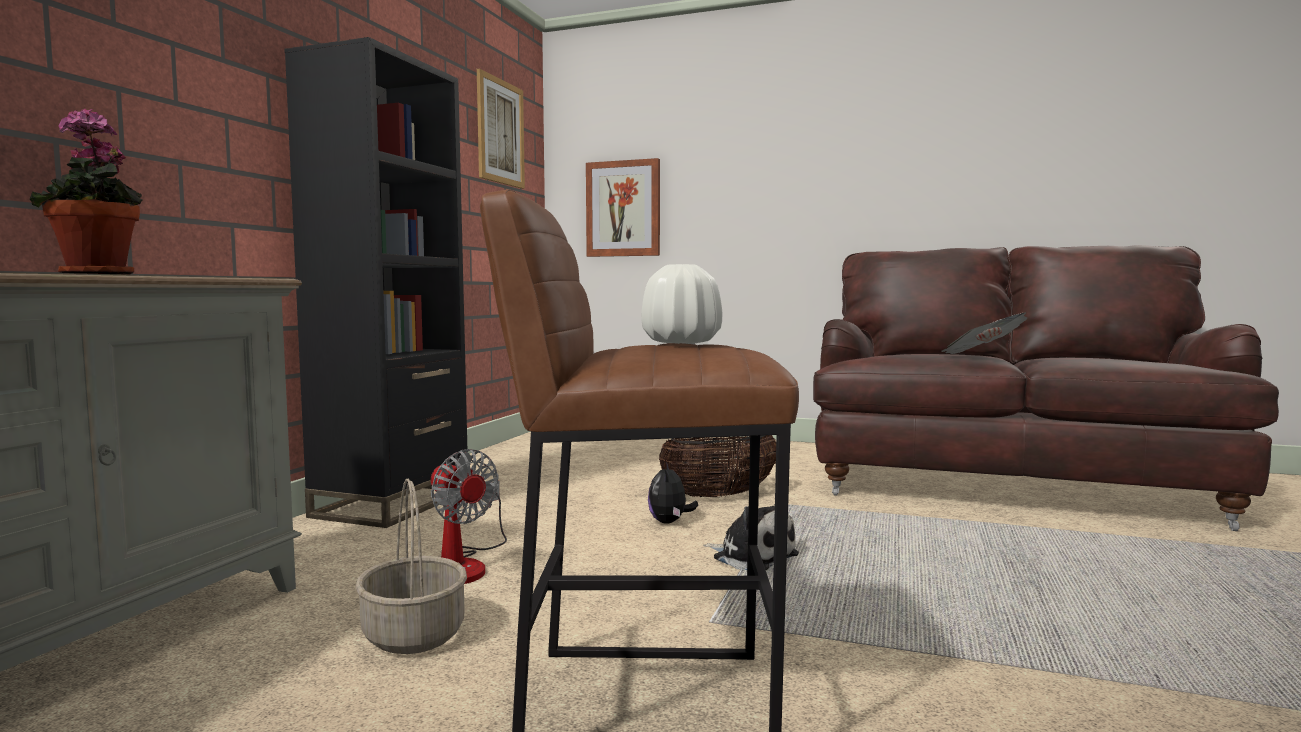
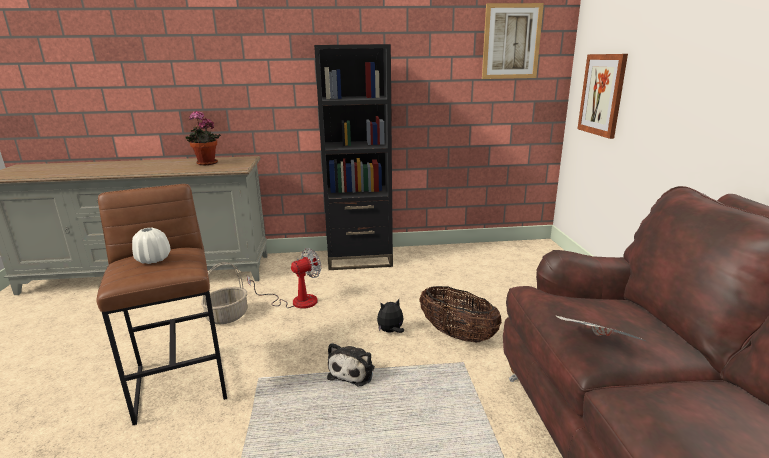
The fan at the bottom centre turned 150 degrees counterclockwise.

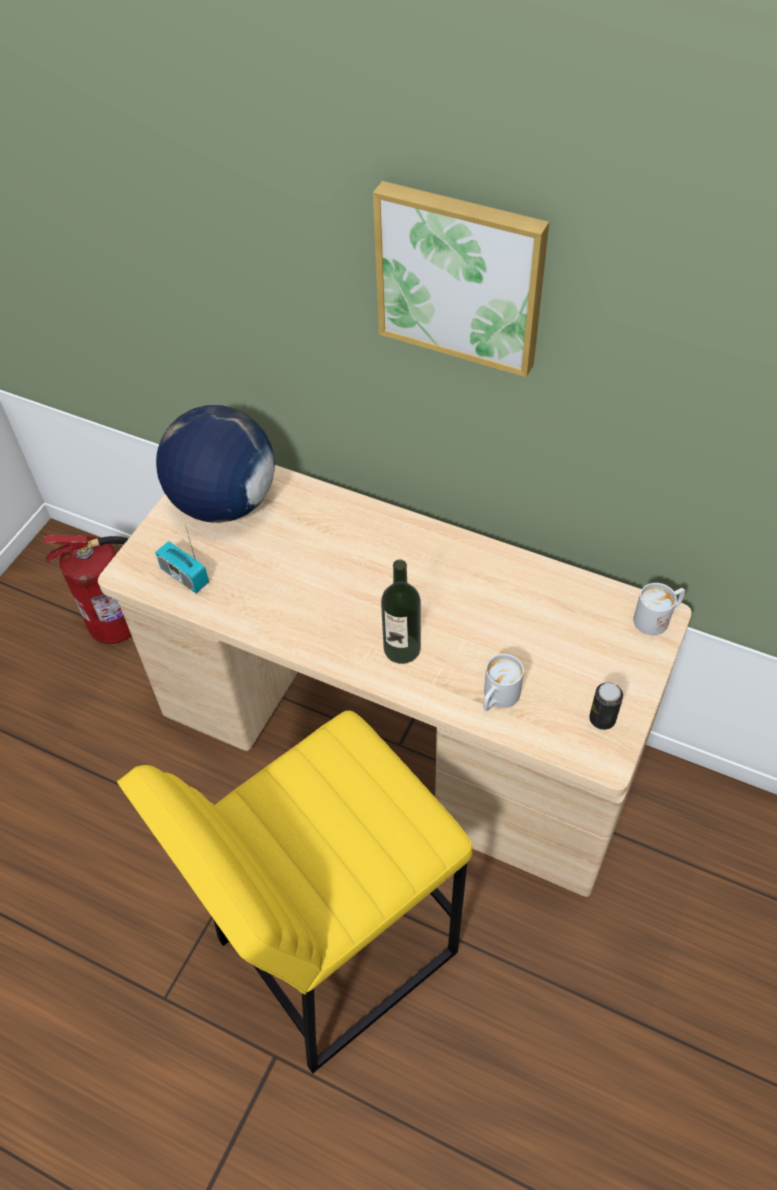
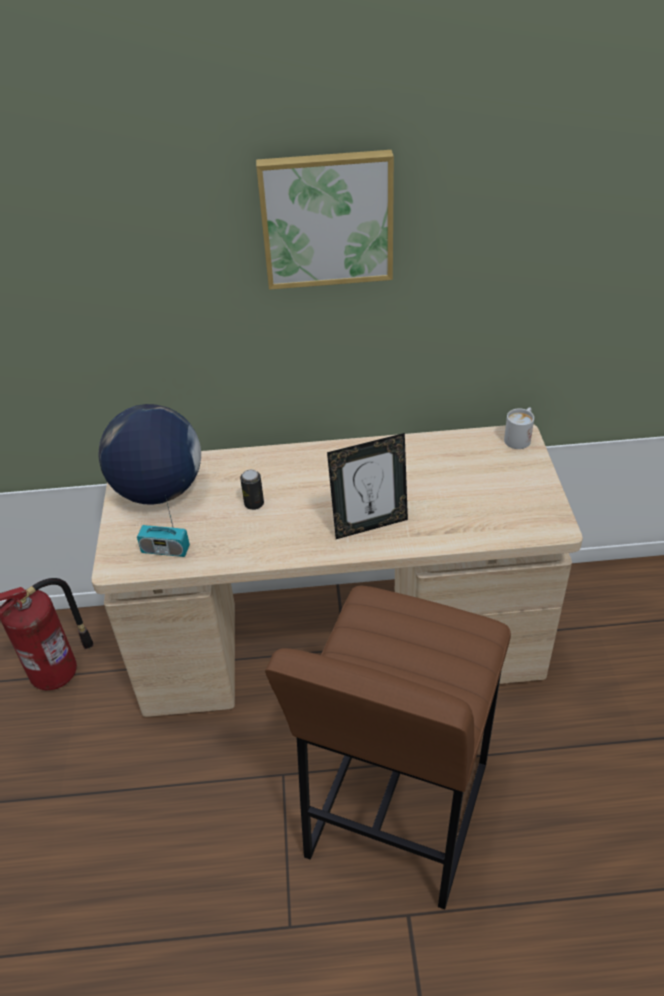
The yellow stool at the bottom centre became the brown stool at the bottom centre. The bottle at the centre was replaced by the picture frame at the centre. The white mug (no. 1 from left) at the centre disappeared. The can moved from the middle right to the centre.

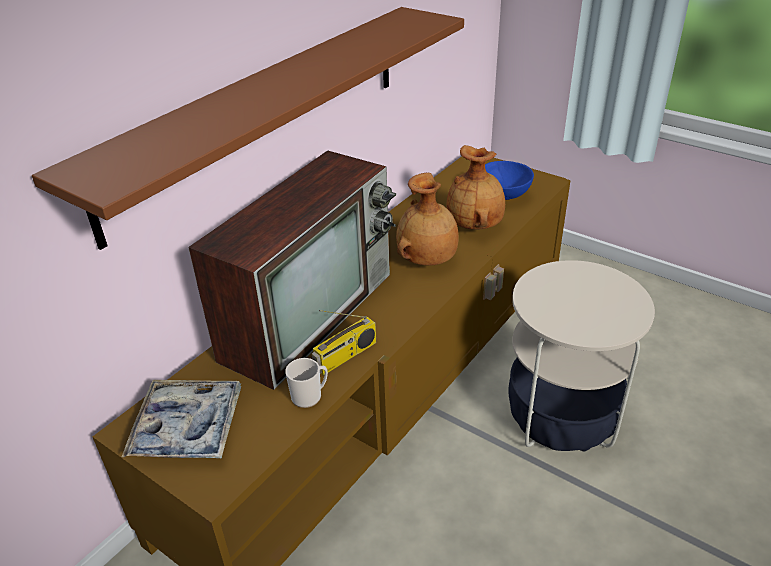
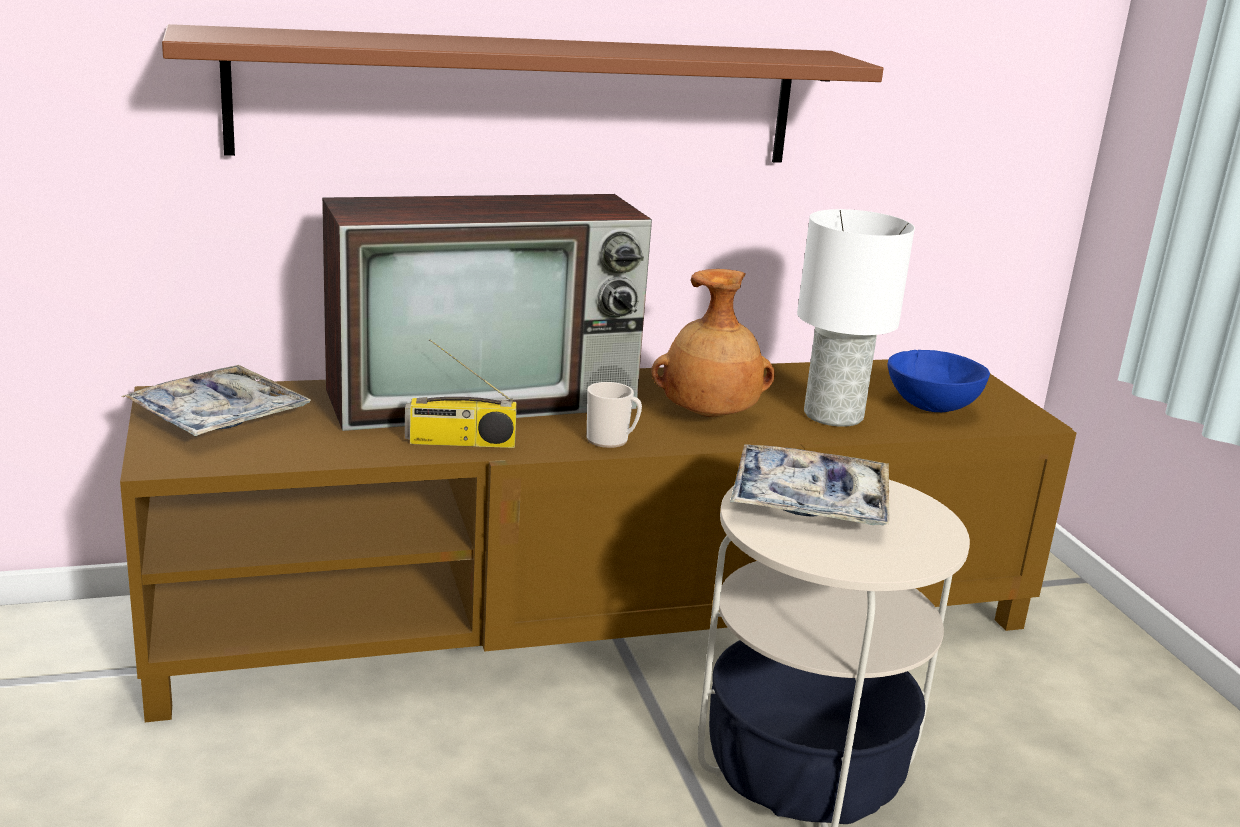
The mug moved from the bottom centre to the centre. The brown vase (no. 2 from left) at the top centre was replaced by the white table lamp at the middle right. The tray (no. 2 from left) at the centre appeared.

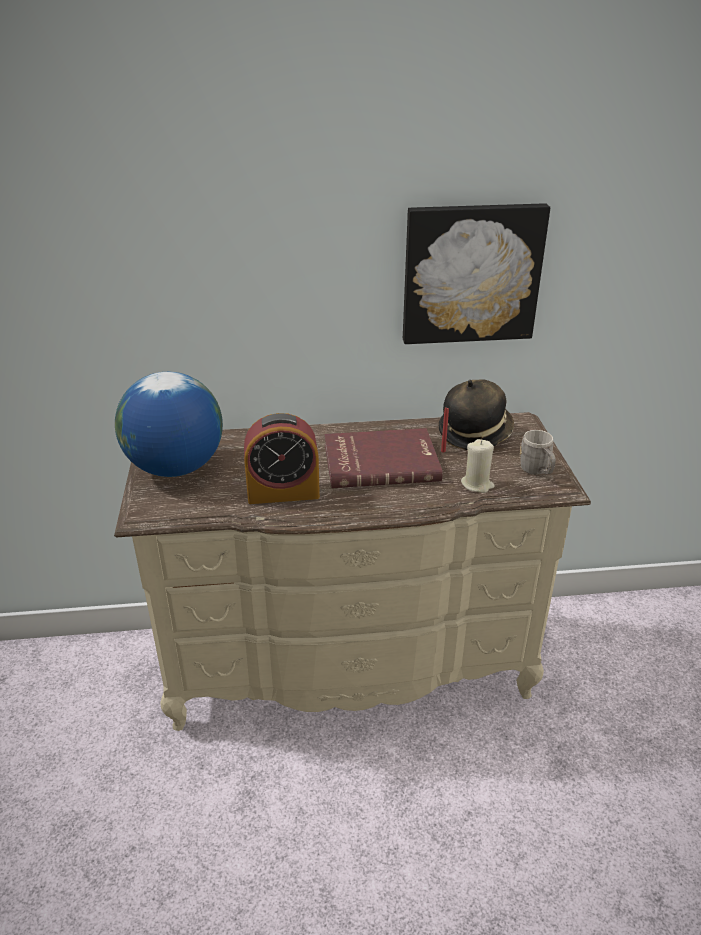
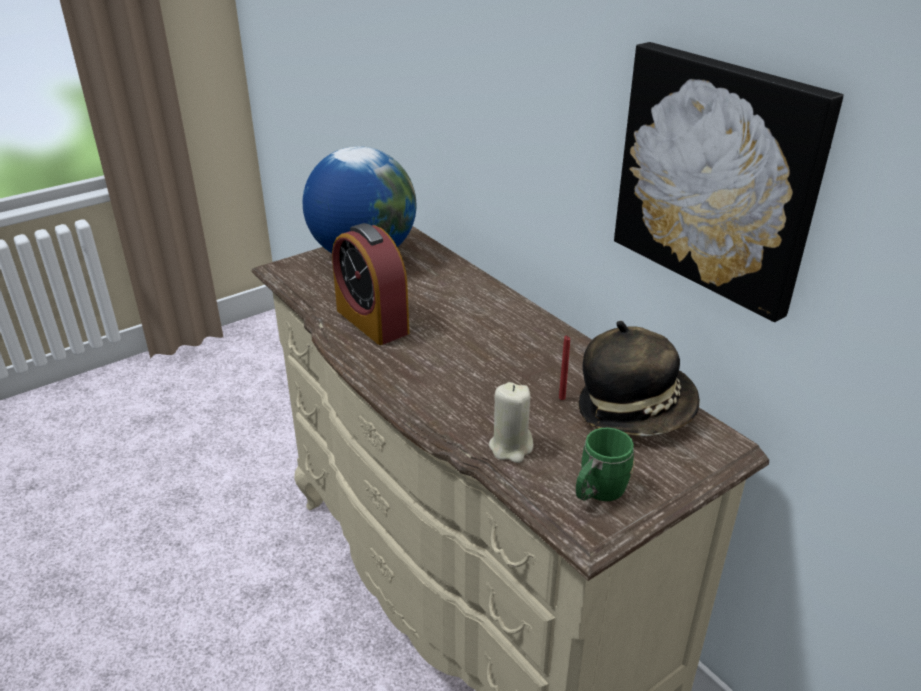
The red book at the centre disappeared. The grey mug at the middle right became the green mug at the bottom centre.

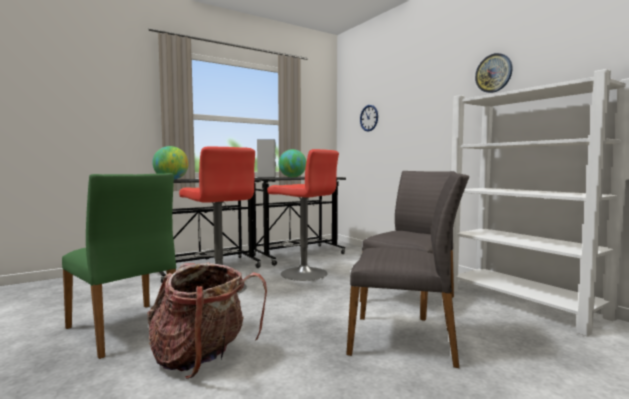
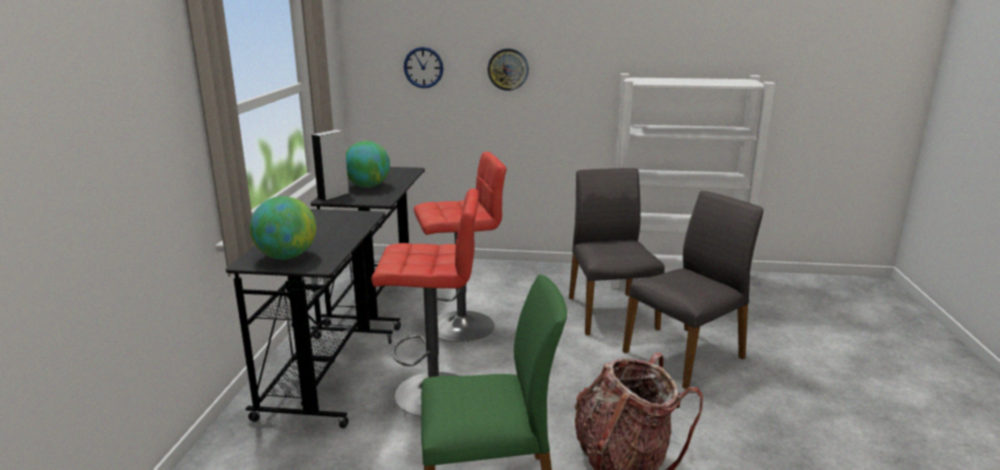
The wall clock (no. 2 from left) moved from the top right to the top centre.

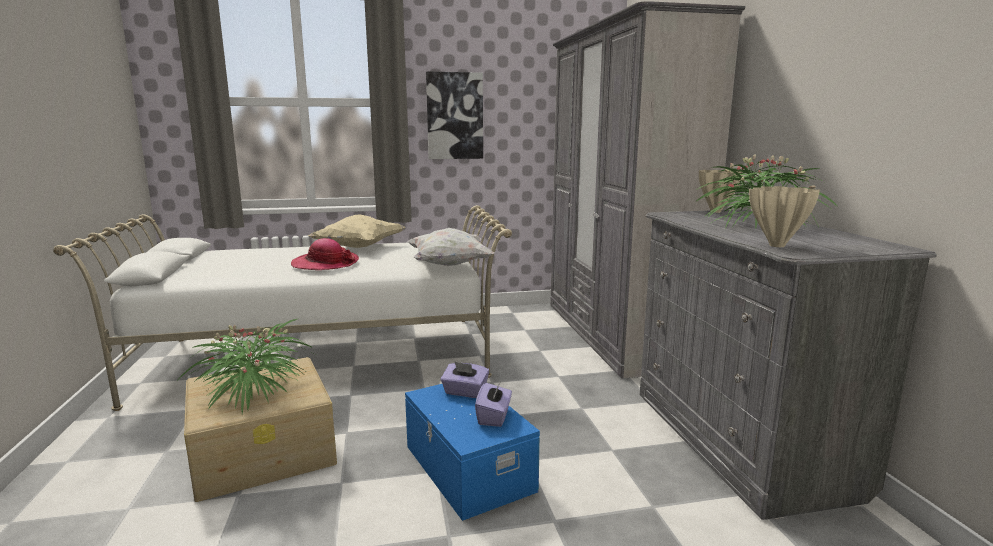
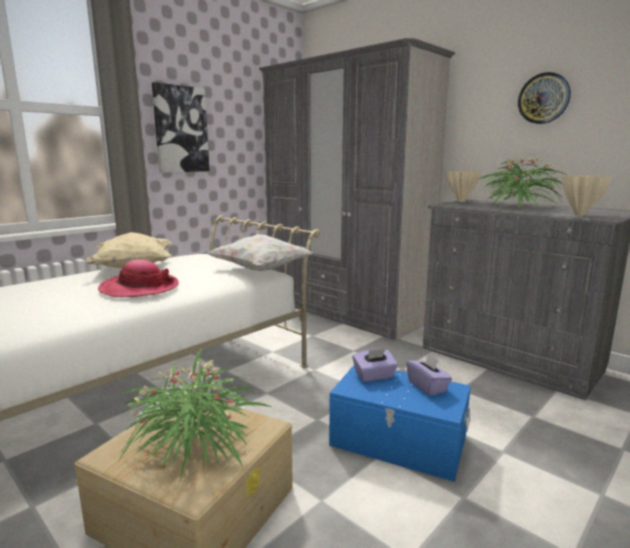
The wall clock at the top right appeared.

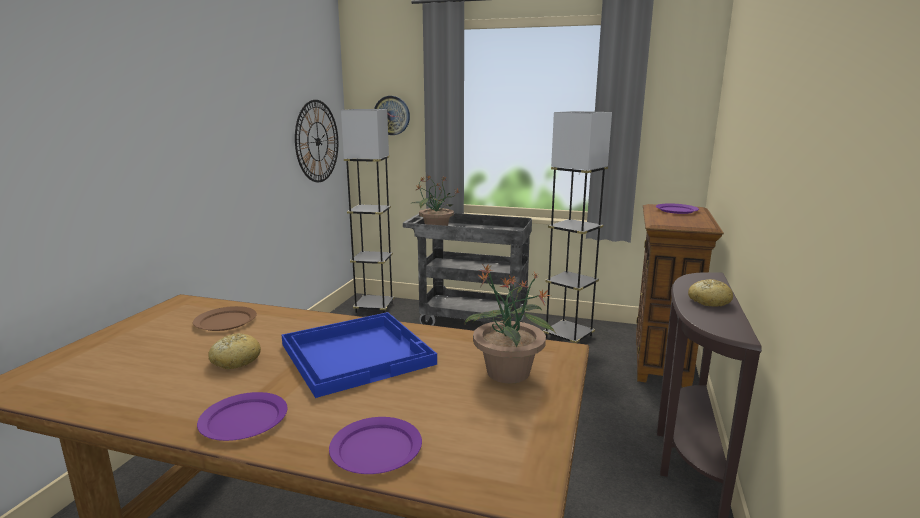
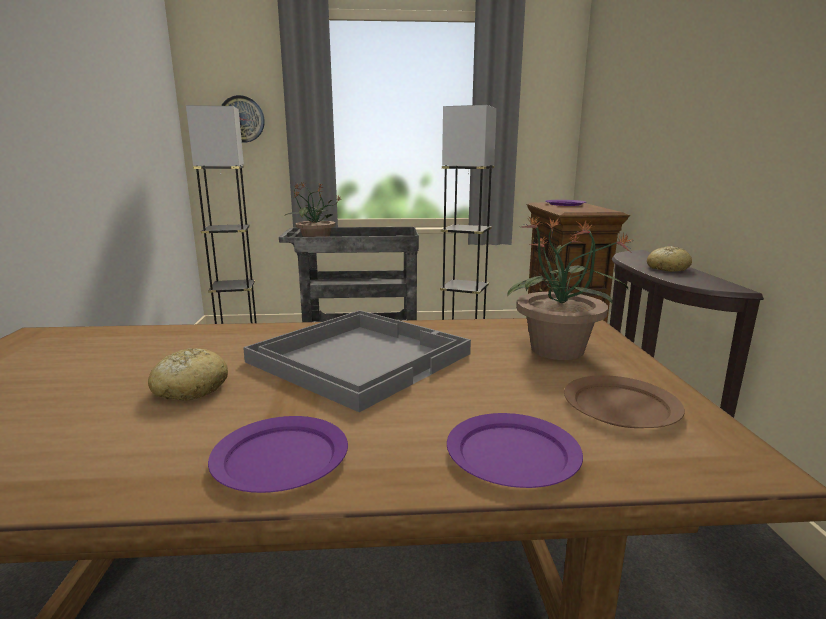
The brown plate moved from the middle left to the middle right. The blue tray at the bottom centre became the grey tray at the centre. The wall clock (no. 1 from left) at the top centre disappeared.

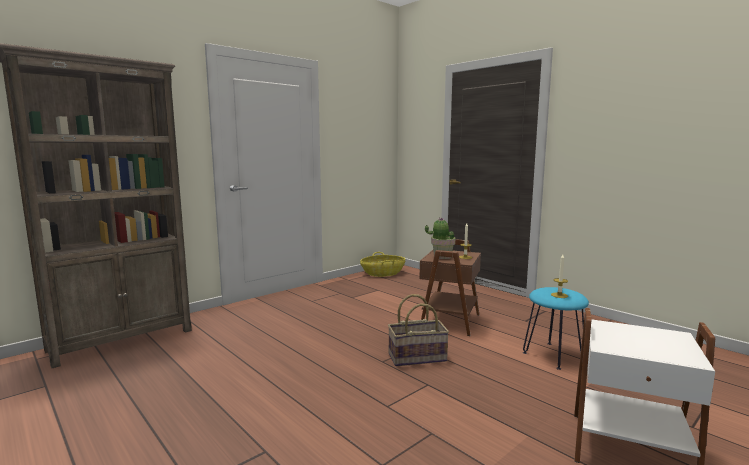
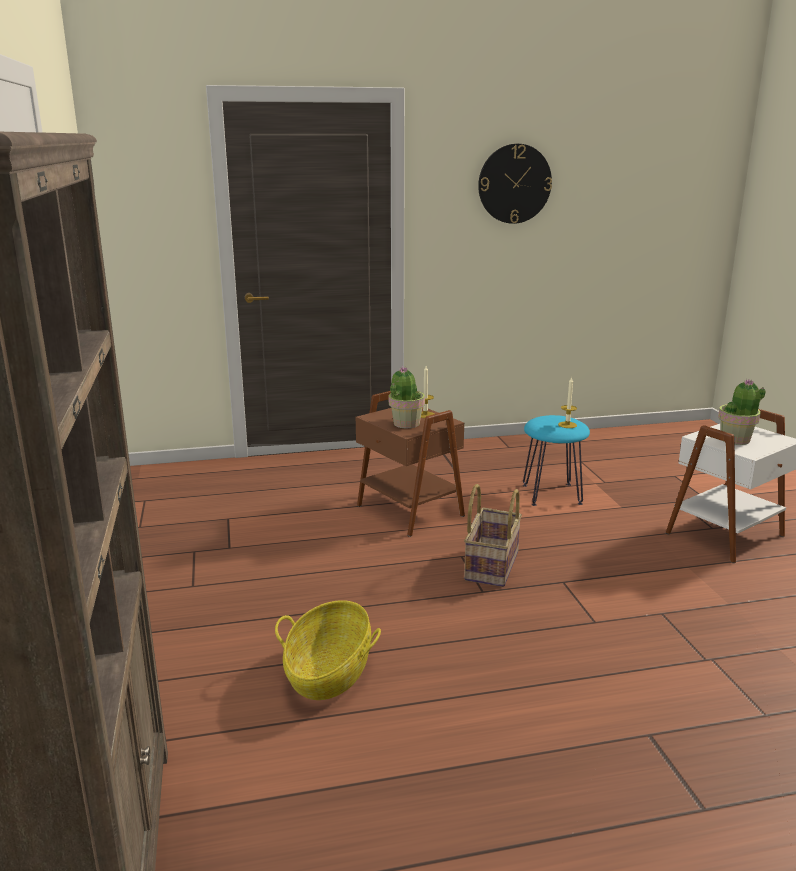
The basket (no. 1 from left) moved from the centre to the bottom centre. The wall clock at the top centre appeared. The potted plant (no. 2 from left) at the middle right appeared.

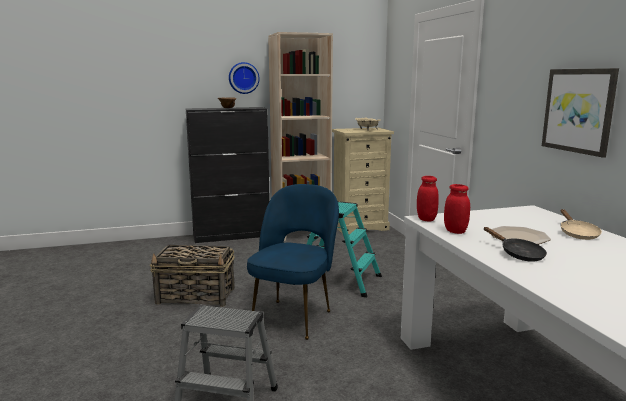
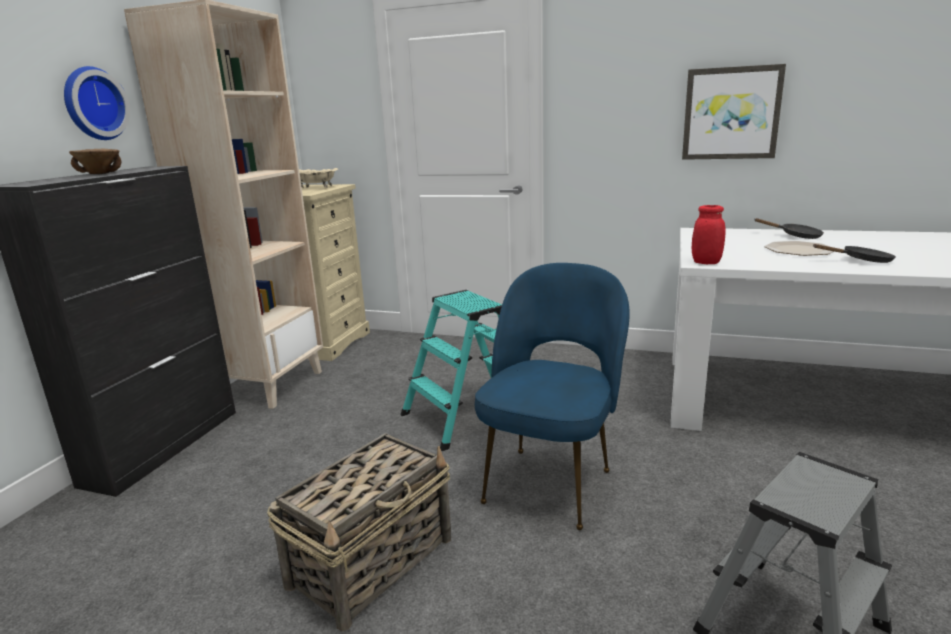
The blue chair at the centre turned 60 degrees clockwise. The red jar (no. 2 from left) at the middle right disappeared. The beige frying pan at the middle right became the black frying pan (no. 1 from left) at the middle right.

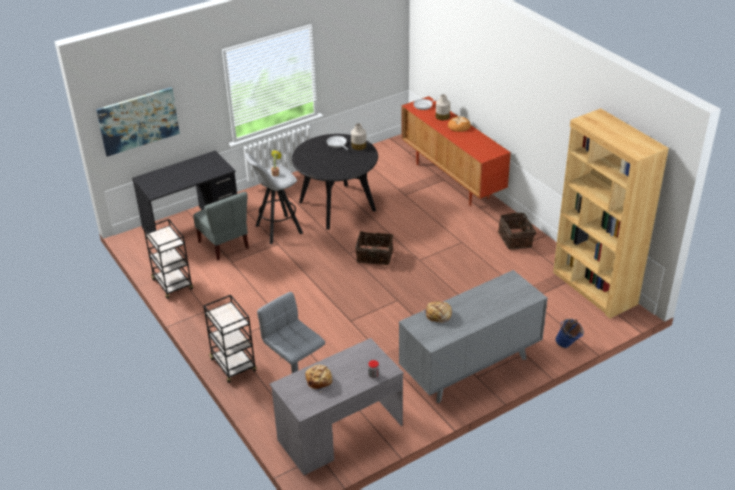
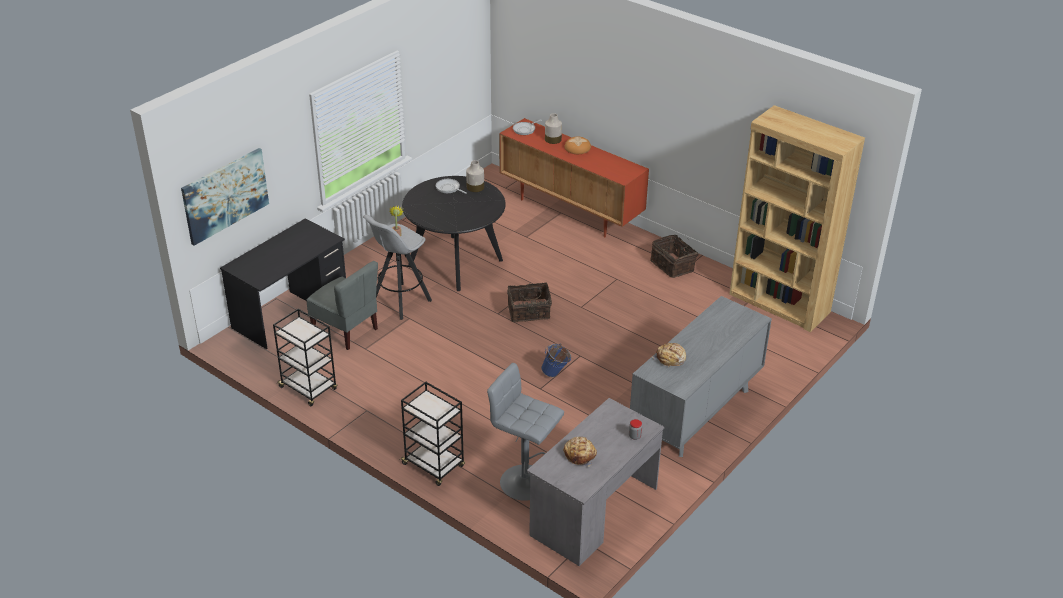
The blue bucket moved from the bottom right to the centre.

